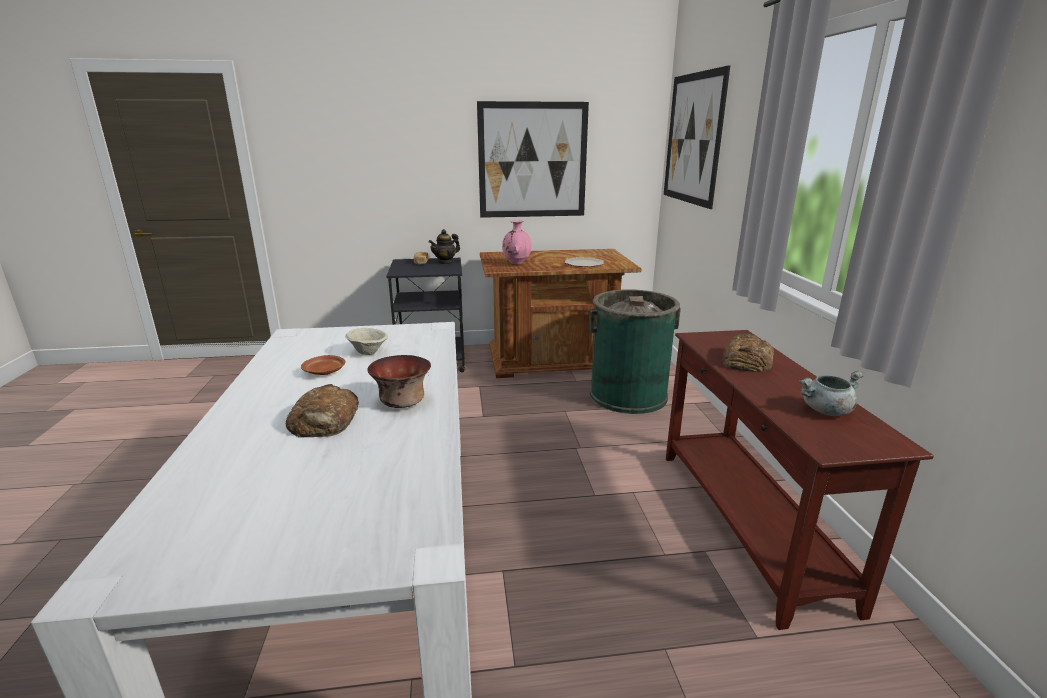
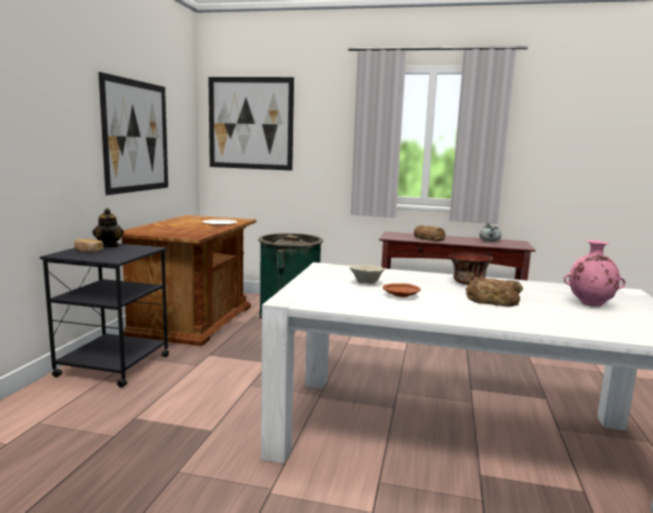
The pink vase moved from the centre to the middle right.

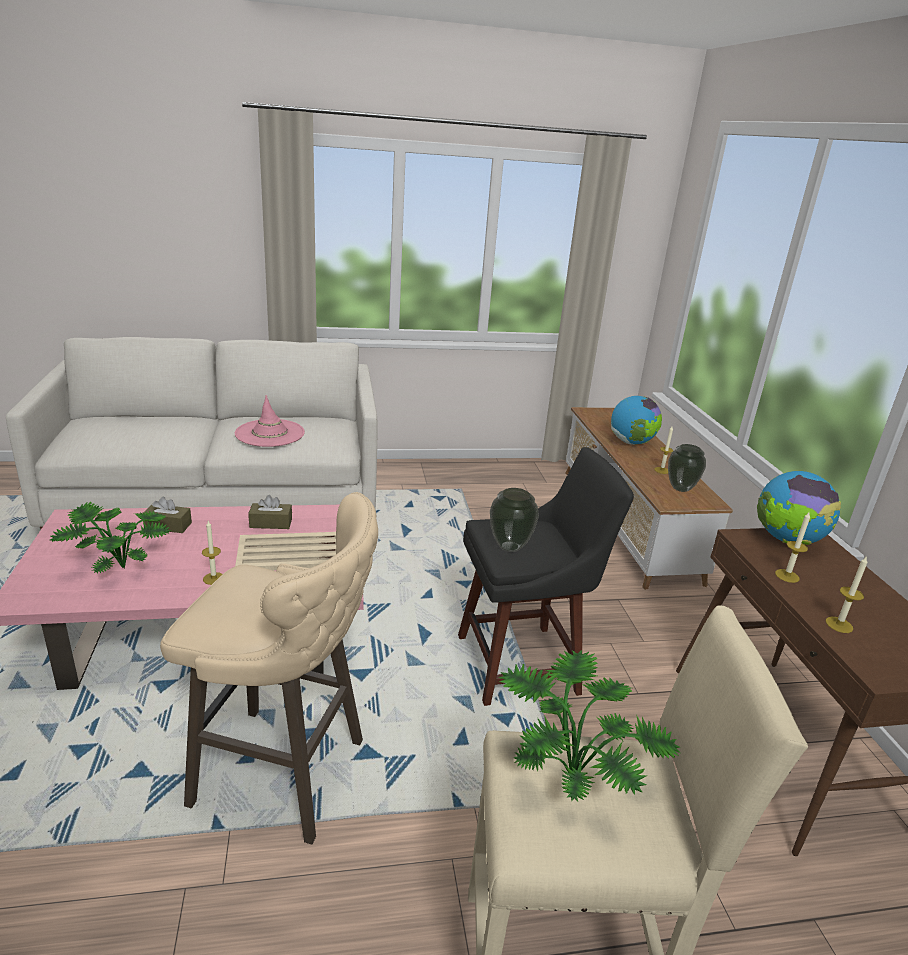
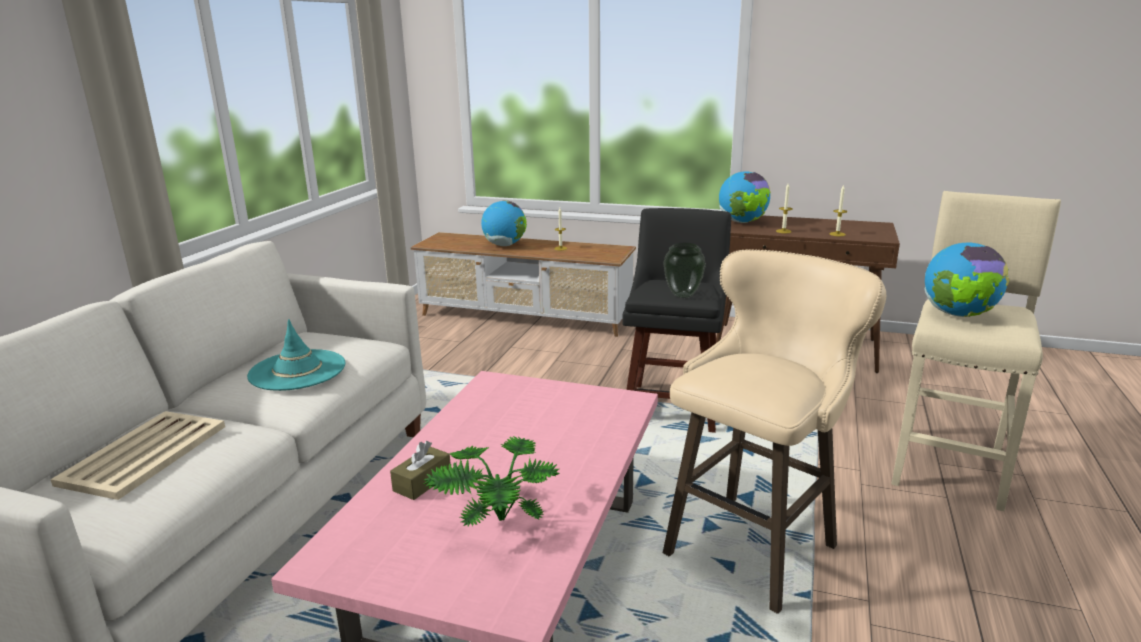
The candle (no. 1 from left) at the middle left disappeared. The pink hat at the middle left became the turquoise hat at the middle left. The beige tray moved from the middle left to the bottom left. The brown tissue box (no. 2 from left) at the middle left disappeared. The potted plant (no. 2 from left) at the bottom centre was replaced by the globe (no. 3 from left) at the middle right. The vase (no. 2 from left) at the middle right disappeared.

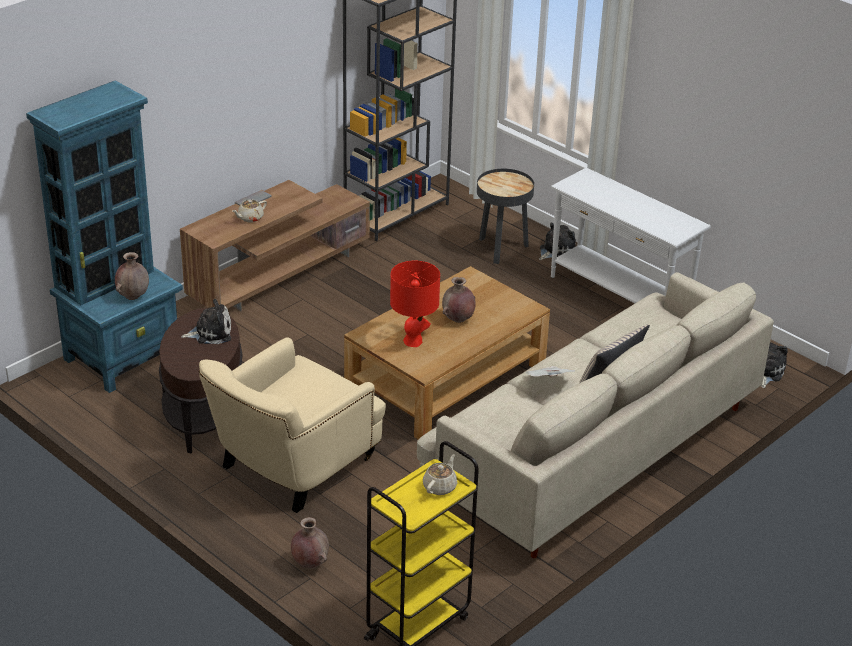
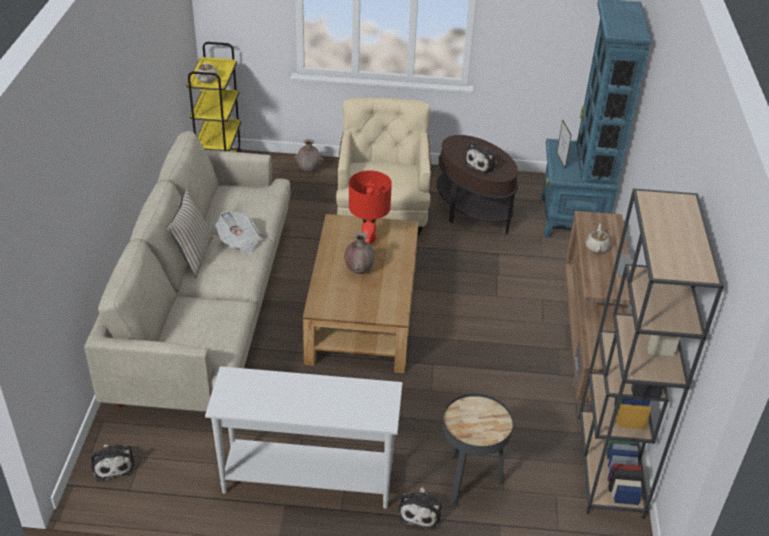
The brown vase (no. 1 from left) at the middle left was replaced by the picture frame at the top right.

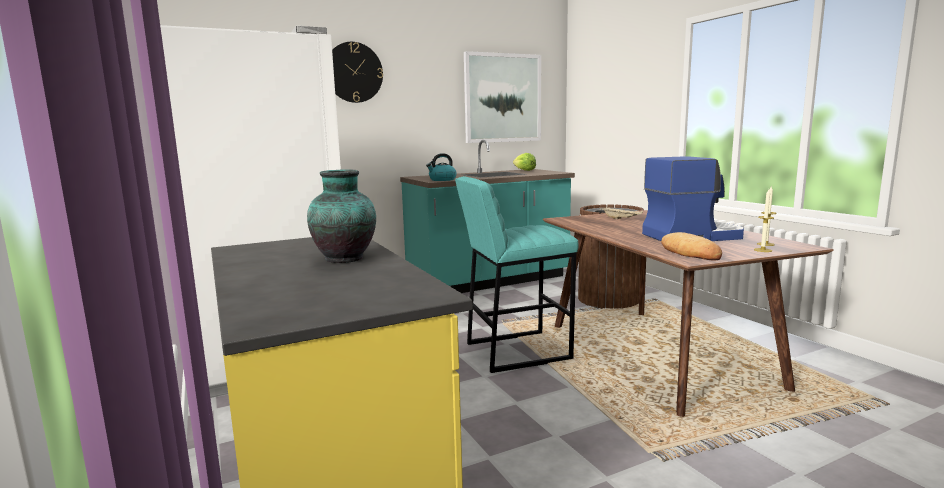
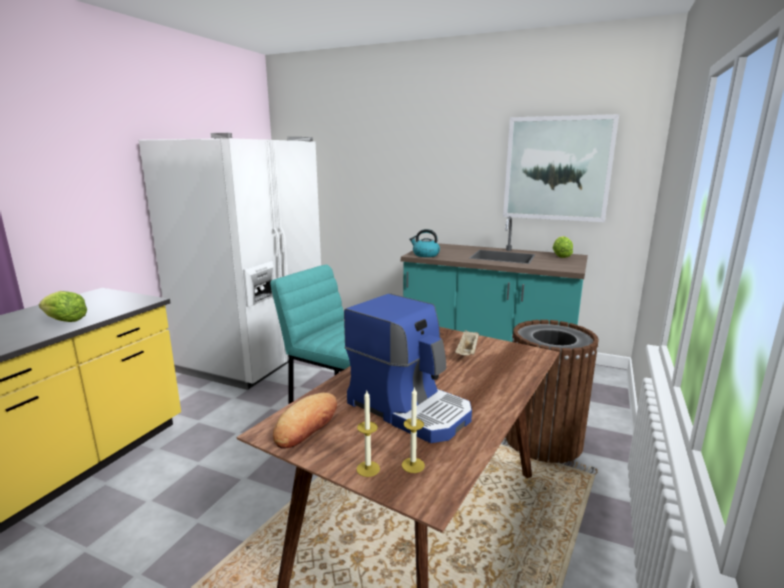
The vase at the centre was replaced by the lettuce (no. 1 from left) at the middle left. The wall clock at the top centre disappeared.

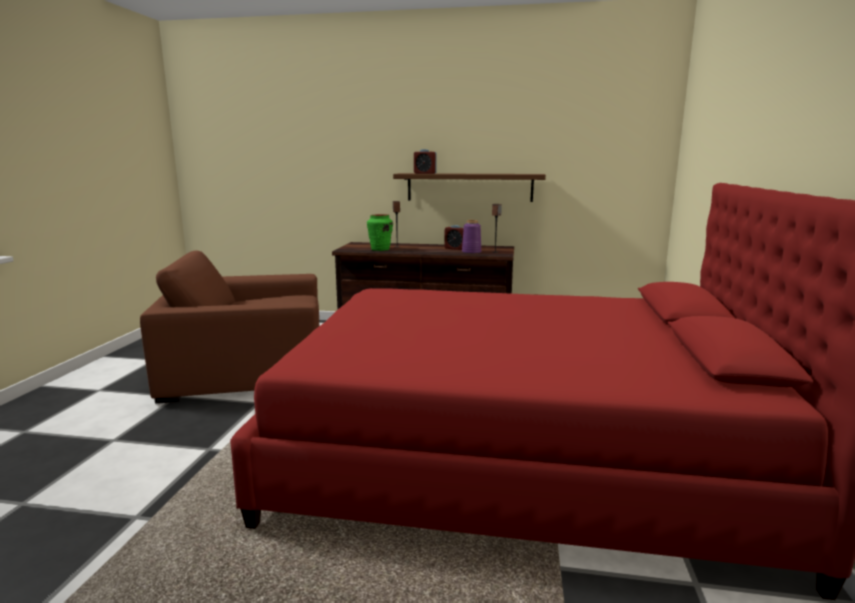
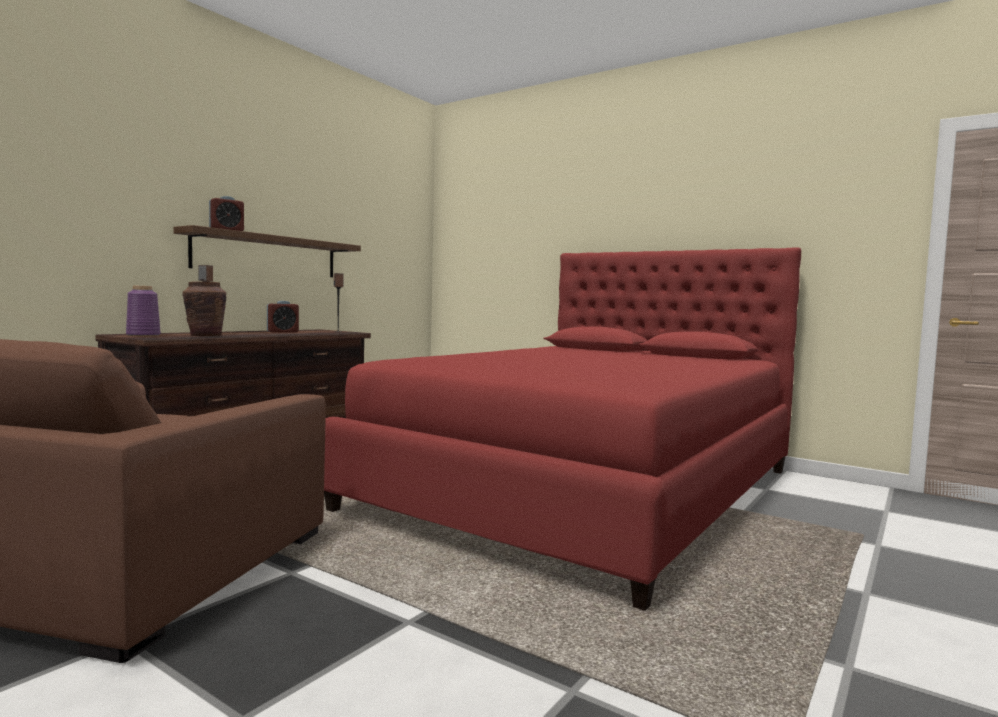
The green vase at the centre became the brown vase at the middle left. The purple vase moved from the centre to the middle left.

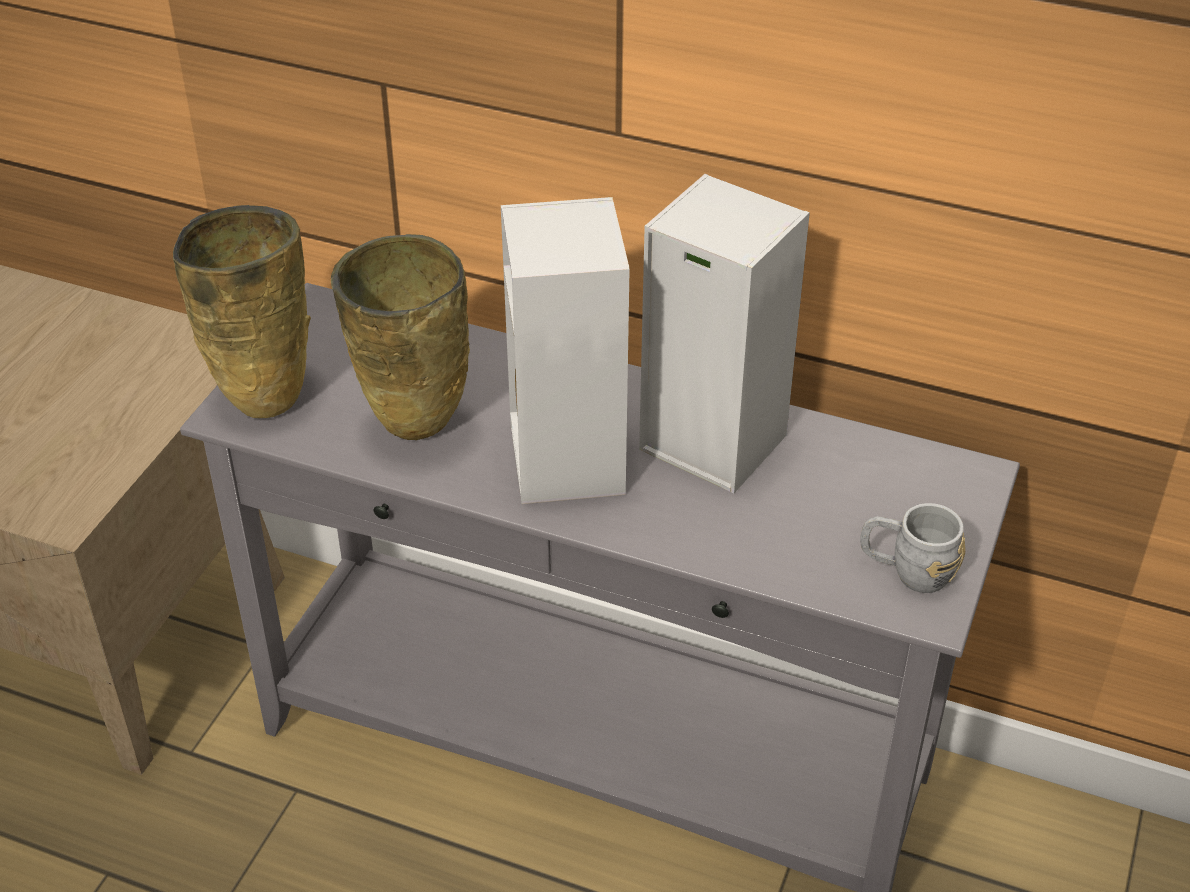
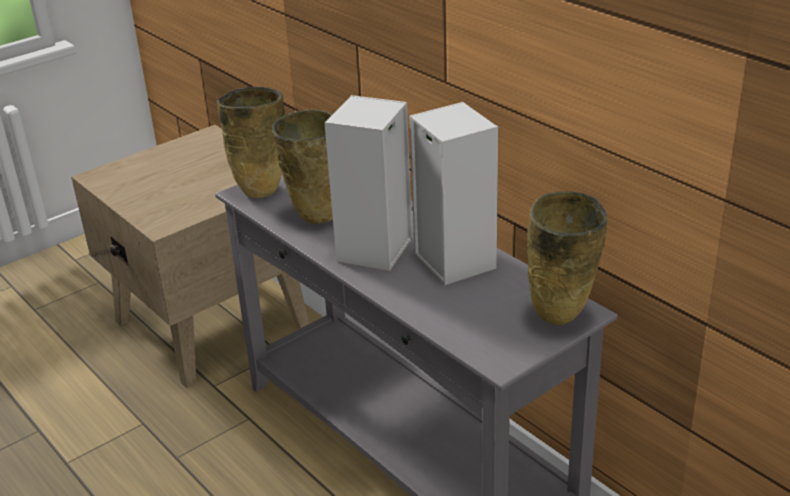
The grey mug at the middle right disappeared. The beige vase (no. 3 from left) at the middle right appeared.

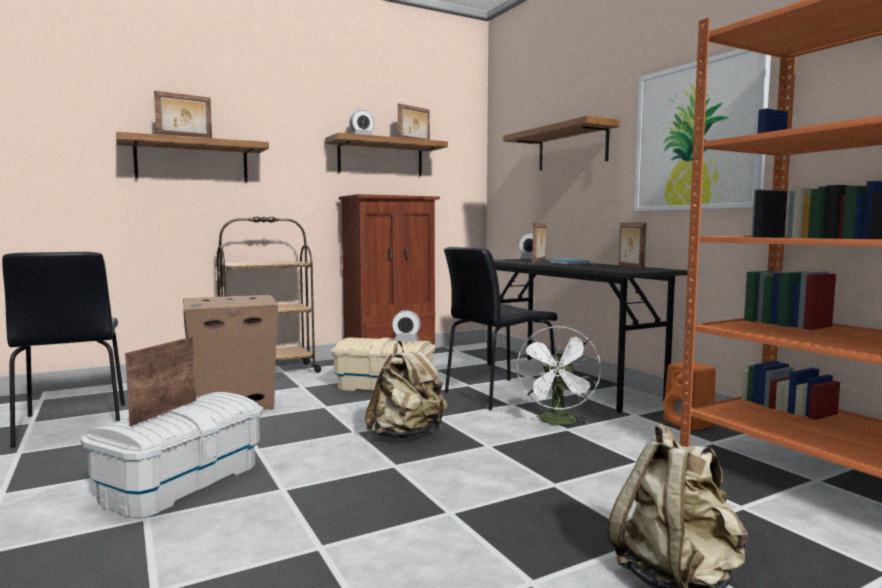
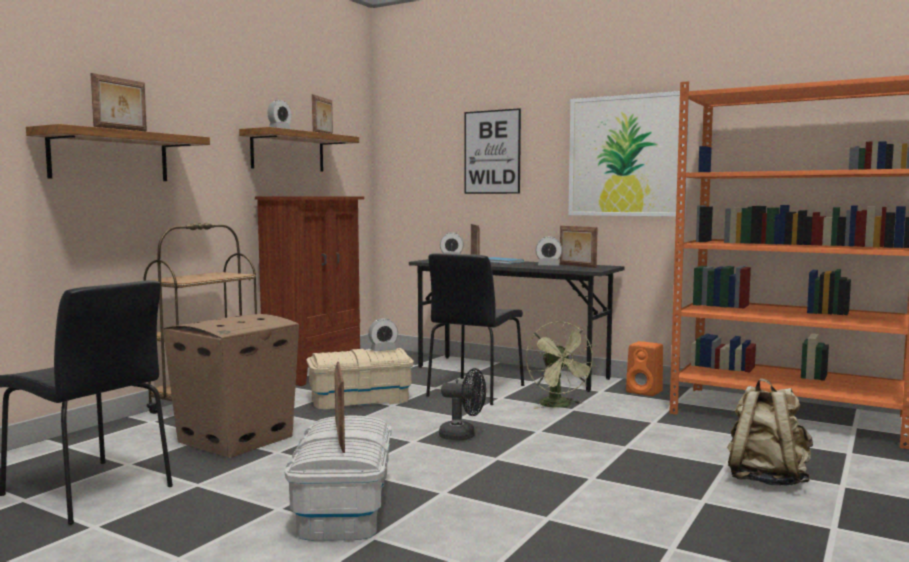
The beige backpack (no. 1 from left) at the centre was replaced by the black fan at the bottom centre. The shelf (no. 3 from left) at the top centre was replaced by the picture (no. 1 from left) at the top centre. The white fan at the centre became the green fan at the centre. The alarm clock (no. 4 from left) at the centre appeared.

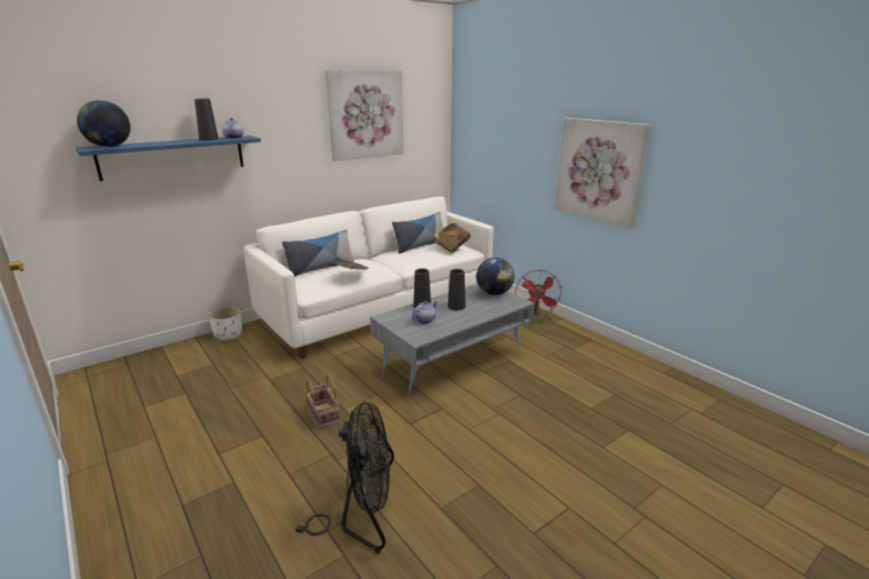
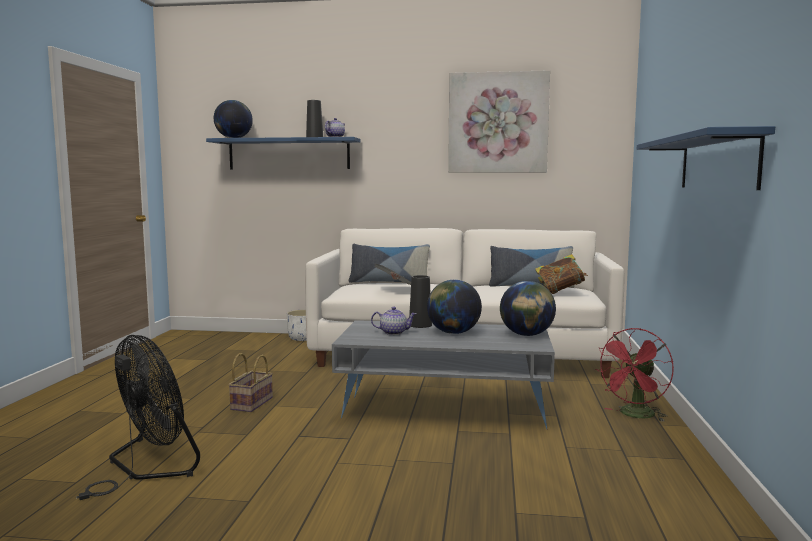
The black fan at the bottom centre turned 90 degrees counterclockwise. The black vase (no. 3 from left) at the centre was replaced by the globe (no. 2 from left) at the centre. The picture (no. 2 from left) at the top right was replaced by the blue shelf (no. 2 from left) at the top right.

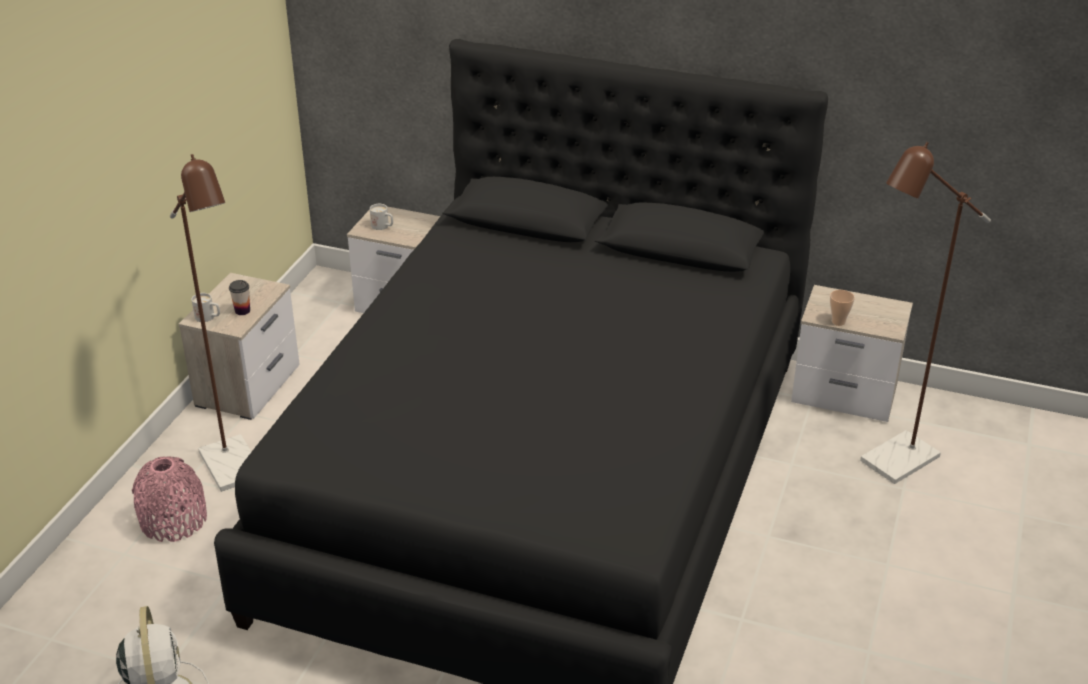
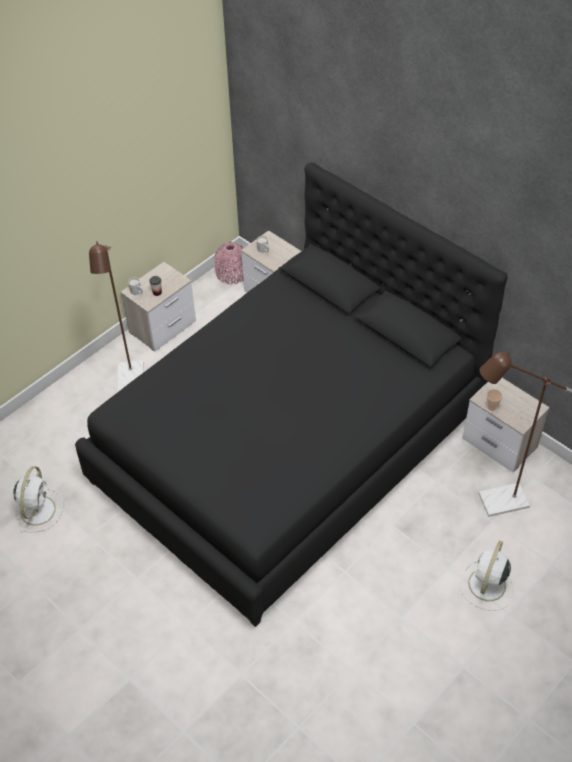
The pink vase moved from the bottom left to the centre. The white fan (no. 2 from left) at the bottom right appeared.

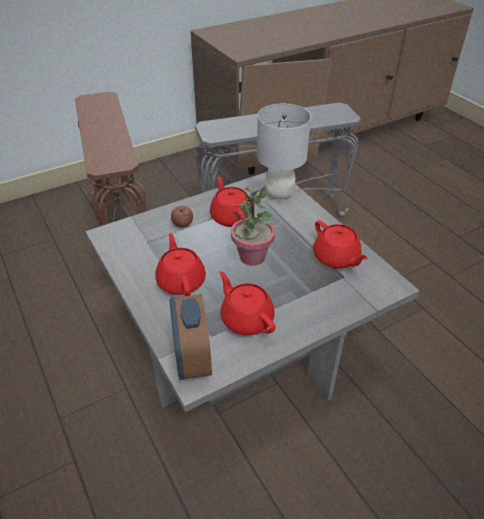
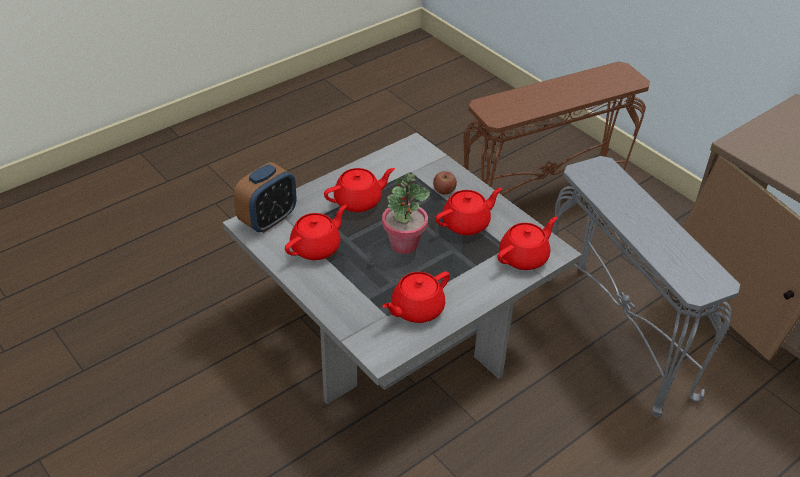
The alarm clock at the centre turned 150 degrees clockwise. The grey table lamp at the top centre was replaced by the red teapot (no. 5 from left) at the centre.

